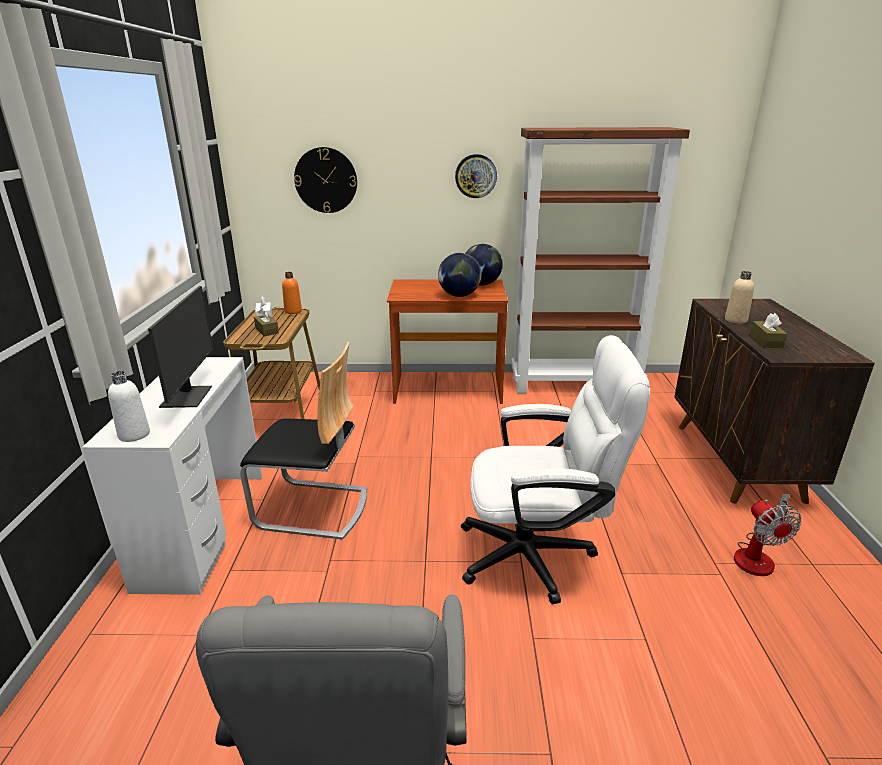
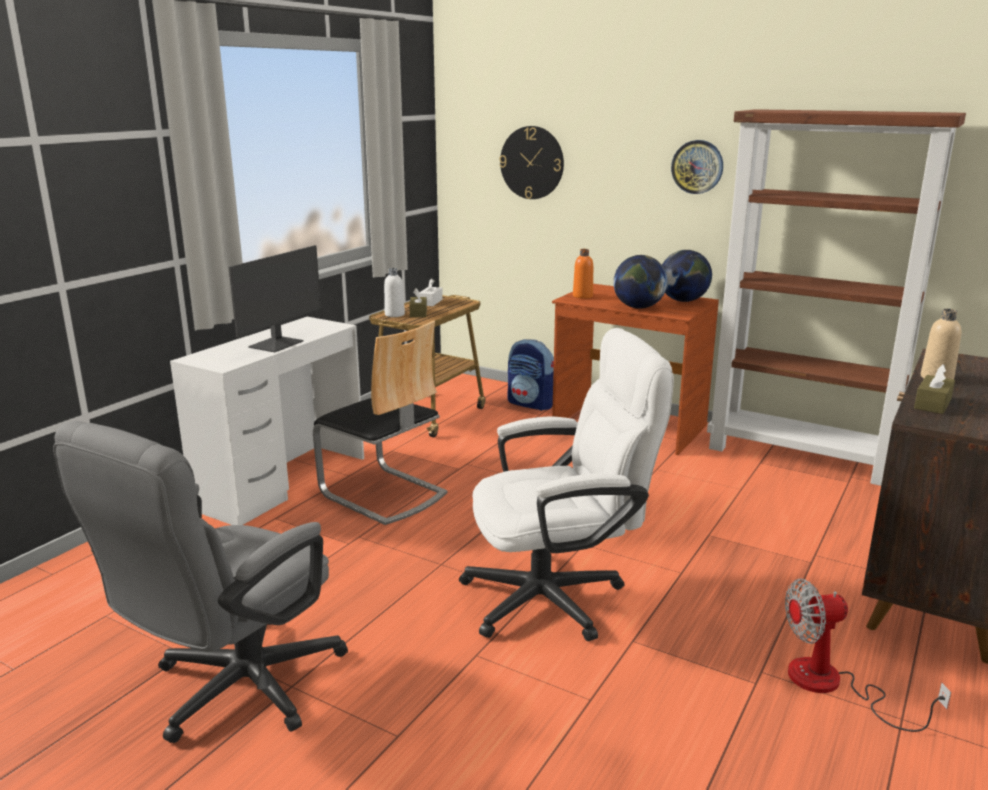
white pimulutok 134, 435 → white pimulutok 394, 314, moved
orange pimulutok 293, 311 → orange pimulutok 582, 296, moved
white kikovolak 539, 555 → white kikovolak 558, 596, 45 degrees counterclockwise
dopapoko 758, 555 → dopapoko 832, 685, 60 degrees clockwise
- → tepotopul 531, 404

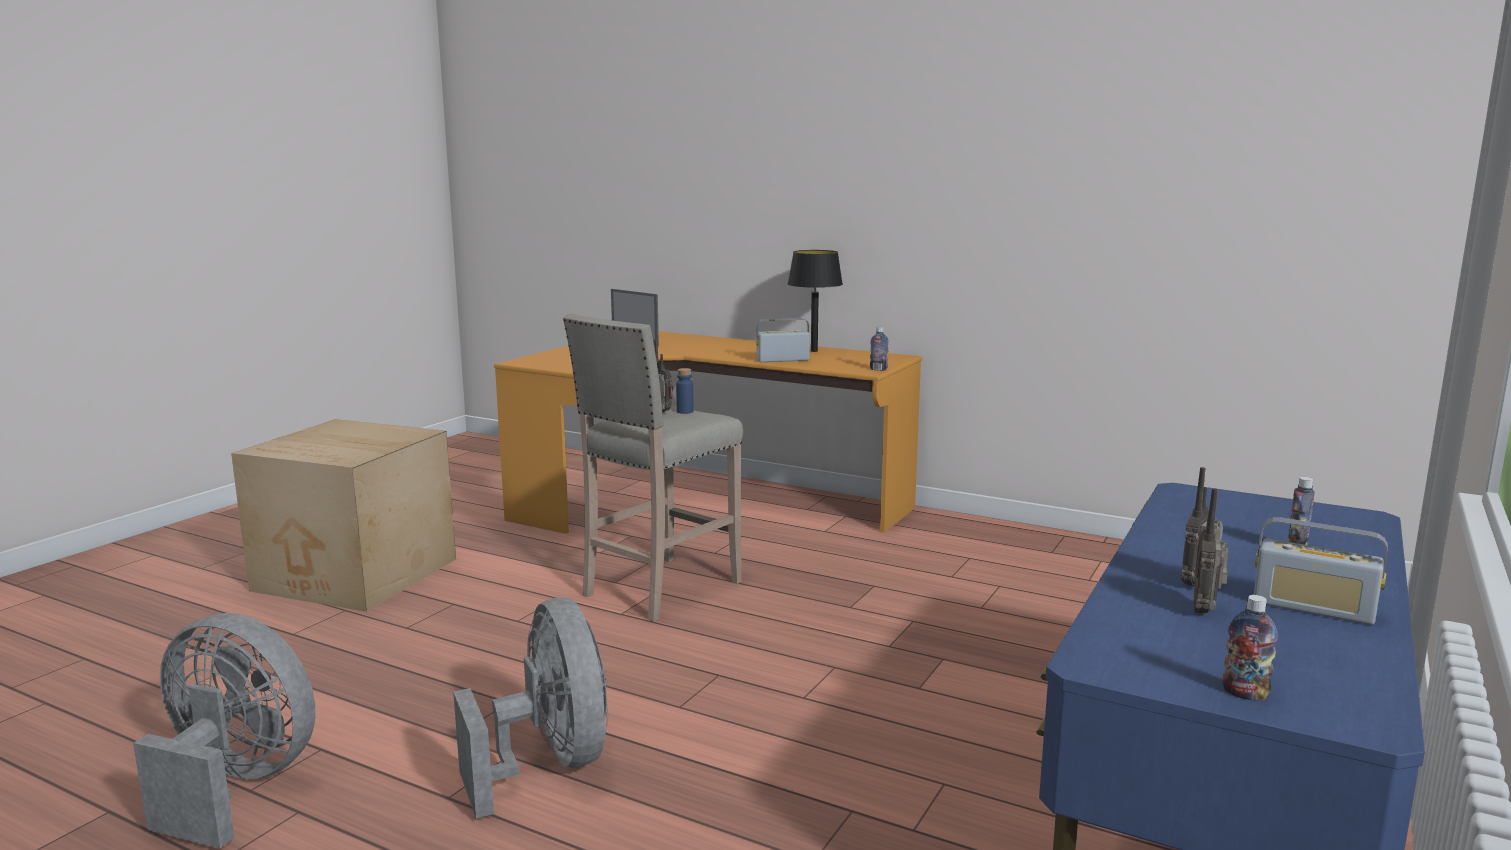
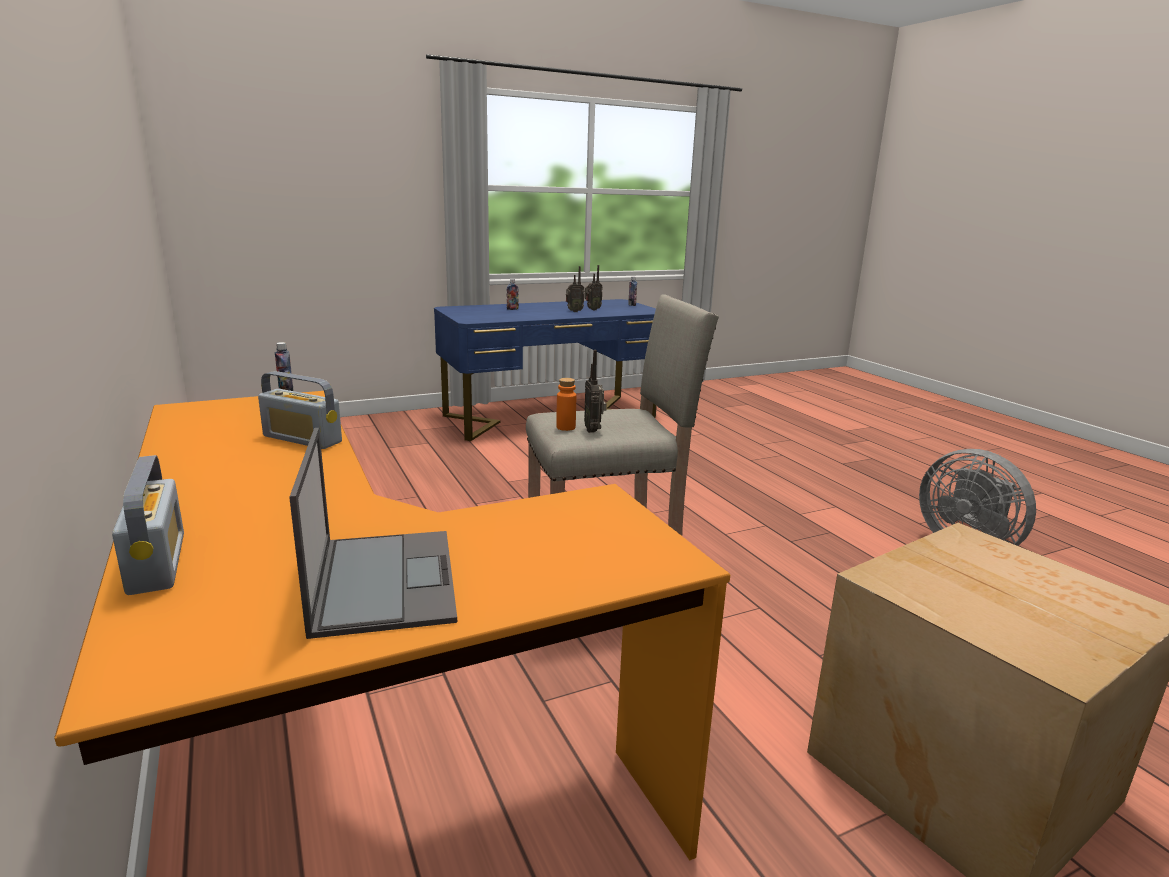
grey dopapoko 550, 764 → -
blue pimulutok 685, 411 → orange pimulutok 565, 427
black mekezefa 814, 351 → -
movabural 1313, 608 → movabural 157, 563, moved

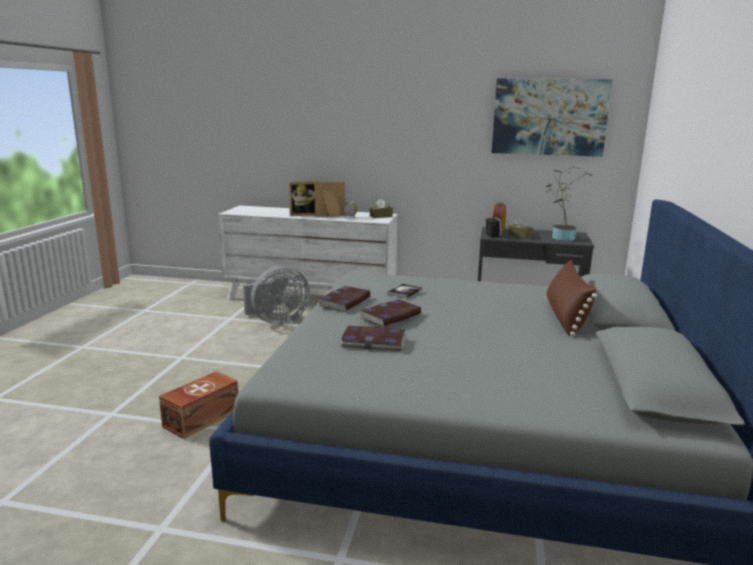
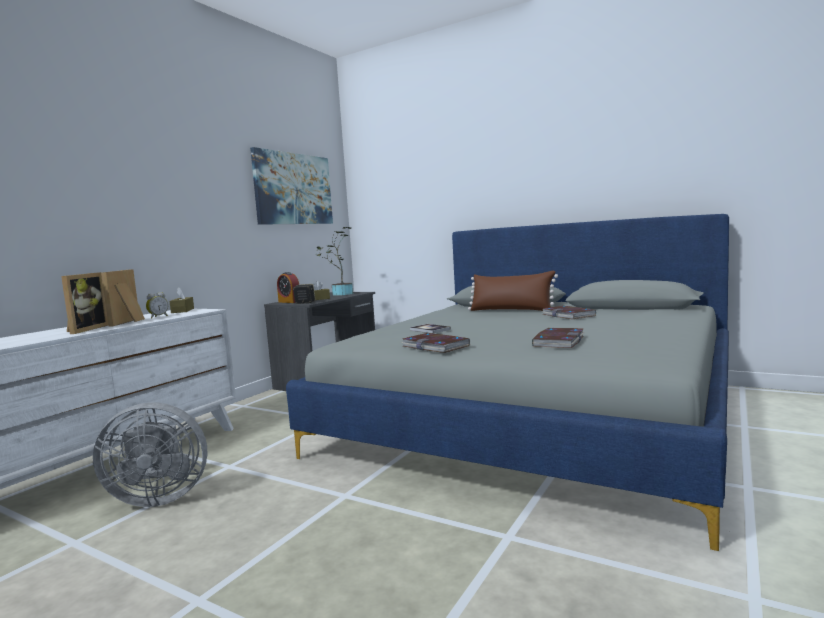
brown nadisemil 200, 418 → -
grey dopapoko 277, 321 → grey dopapoko 158, 497, 90 degrees clockwise
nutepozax 390, 316 → nutepozax 568, 315, moved

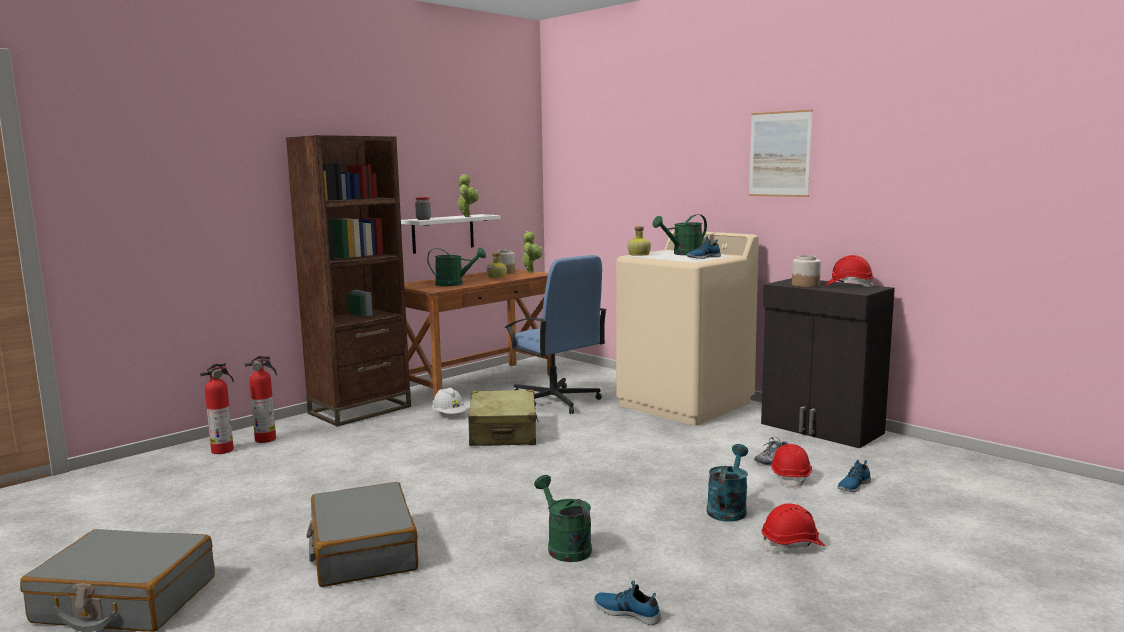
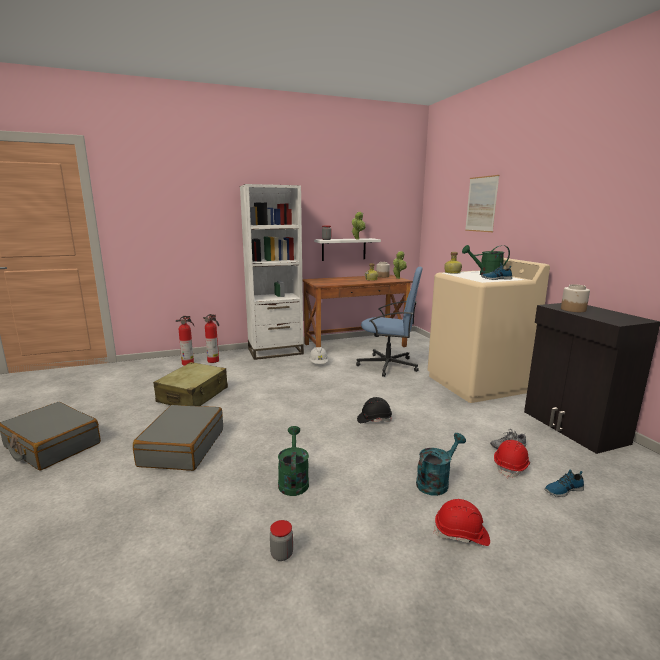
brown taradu 360, 410 → white taradu 275, 351
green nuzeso 454, 284 → -
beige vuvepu 503, 432 → beige vuvepu 193, 395, moved
blue kikovolak 554, 401 → blue kikovolak 389, 365, 60 degrees counterclockwise
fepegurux 627, 612 → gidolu 282, 554
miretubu 779, 154 → miretubu 481, 204, moved
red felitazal 848, 286 → -
- → black felitazal 374, 419

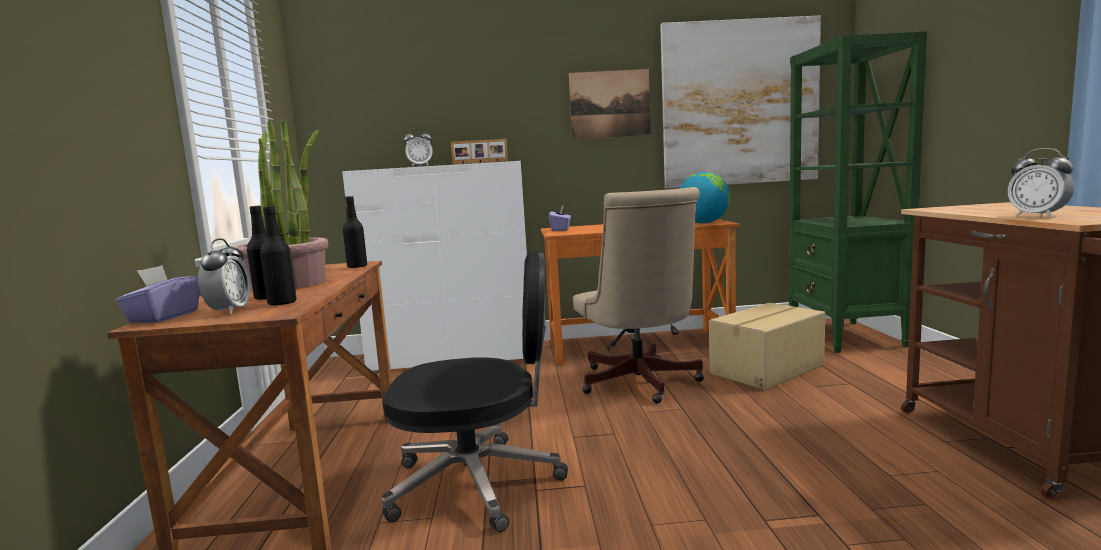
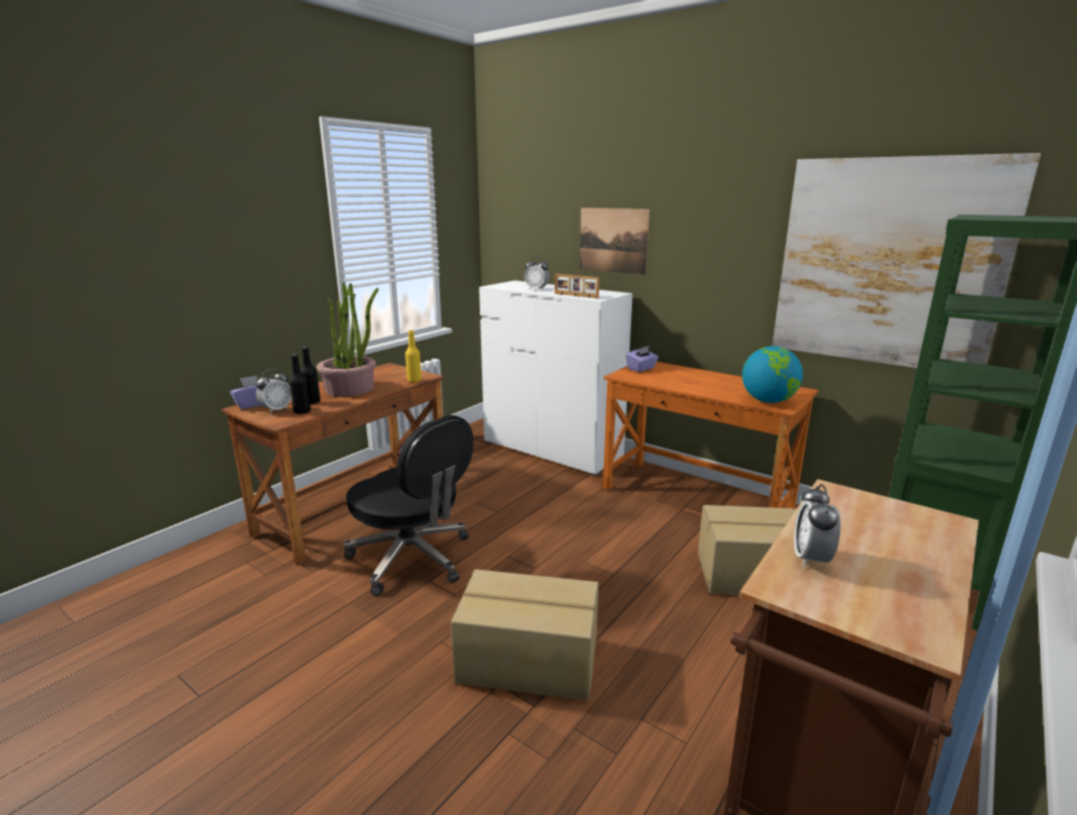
black pimulutok 357, 267 → yellow pimulutok 414, 380
miretubu 610, 104 → miretubu 613, 240, moved
beige kikovolak 640, 384 → -
- → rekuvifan 528, 662

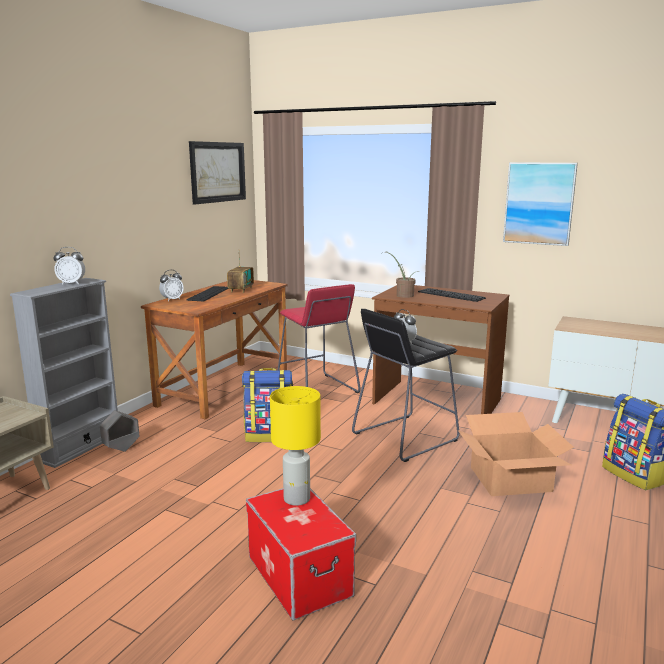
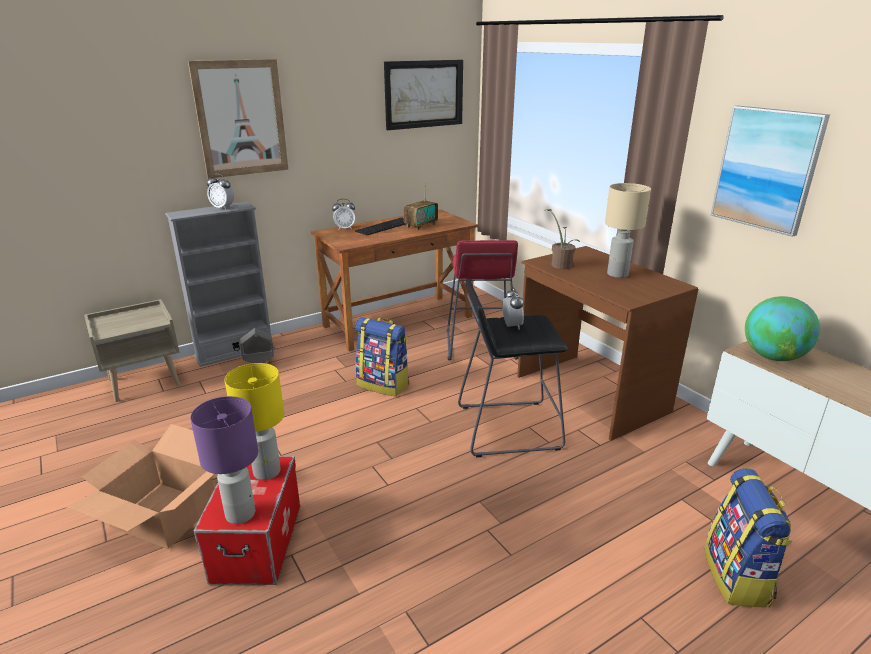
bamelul 451, 295 → beige mekezefa 618, 274
rekuvifan 511, 479 → rekuvifan 163, 515, moved
- → miretubu 241, 119
- → purple mekezefa 239, 514
- → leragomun 773, 357

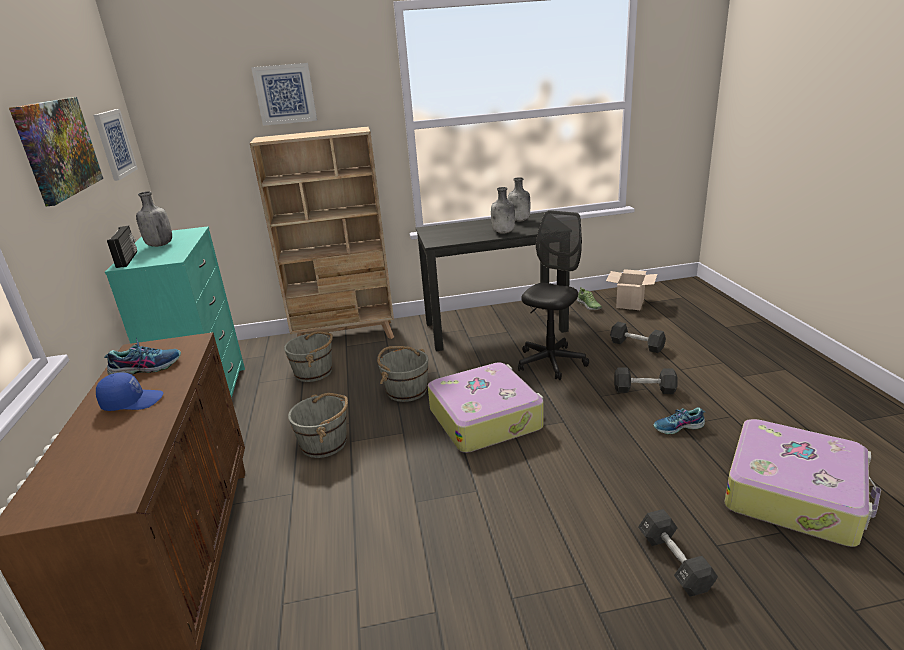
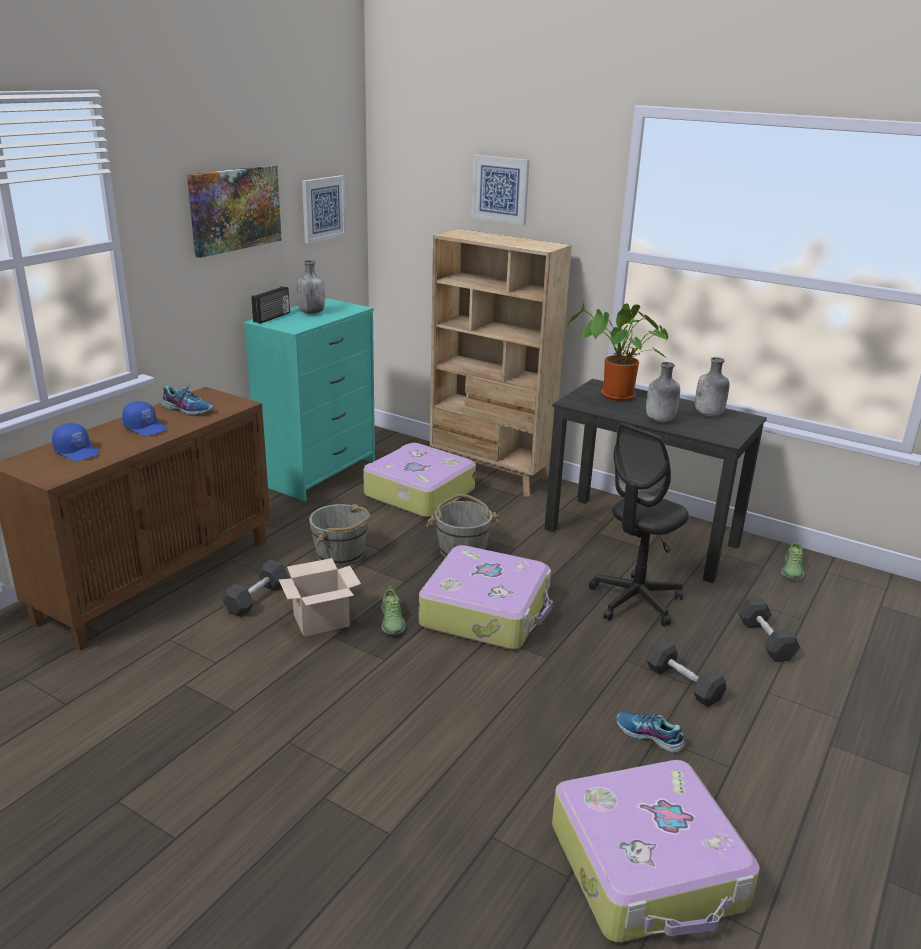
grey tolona 314, 372 → vuvepu 418, 493
black kikovolak 551, 362 → black kikovolak 635, 601, 150 degrees clockwise
rekuvifan 629, 303 → rekuvifan 322, 619, moved
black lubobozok 674, 562 → black lubobozok 257, 598, moved
- → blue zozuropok 78, 452
- → fepegurux 391, 622
- → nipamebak 615, 397

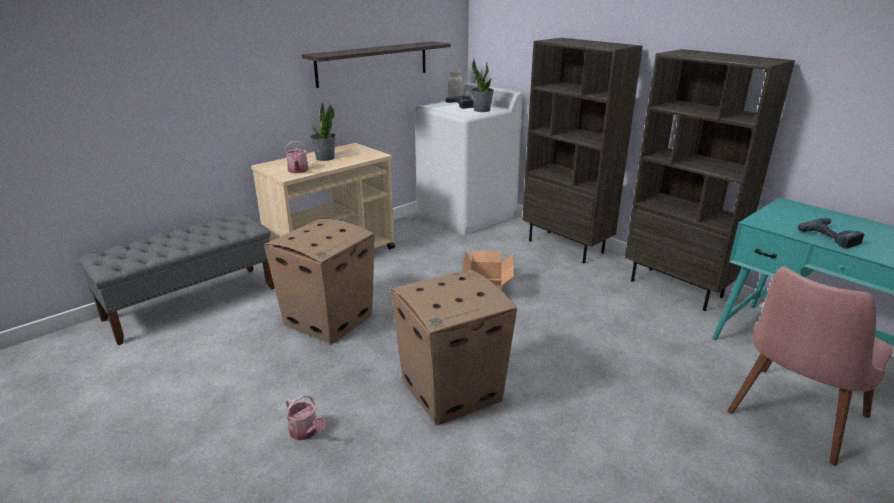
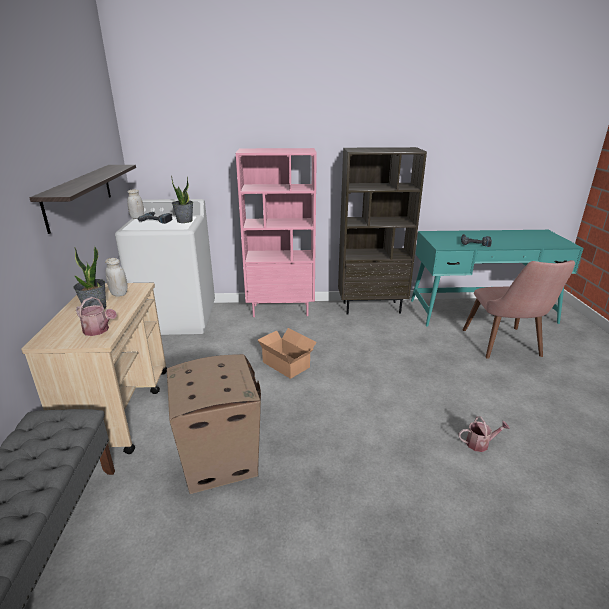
nuzeso 306, 432 → nuzeso 480, 443, moved
rekuvifan 453, 390 → -
brown taradu 566, 246 → pink taradu 281, 310
- → white gidolu 119, 294

